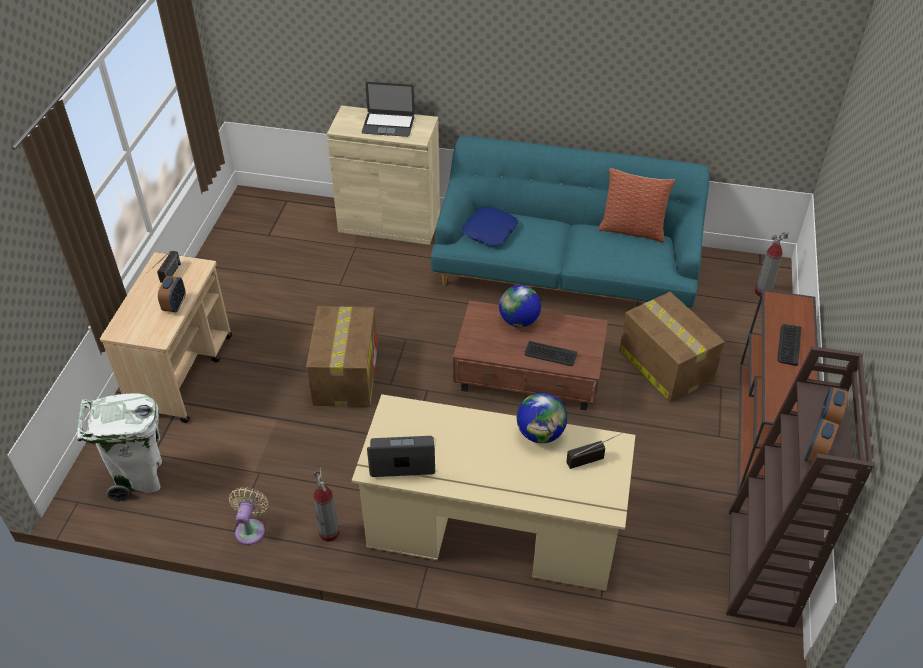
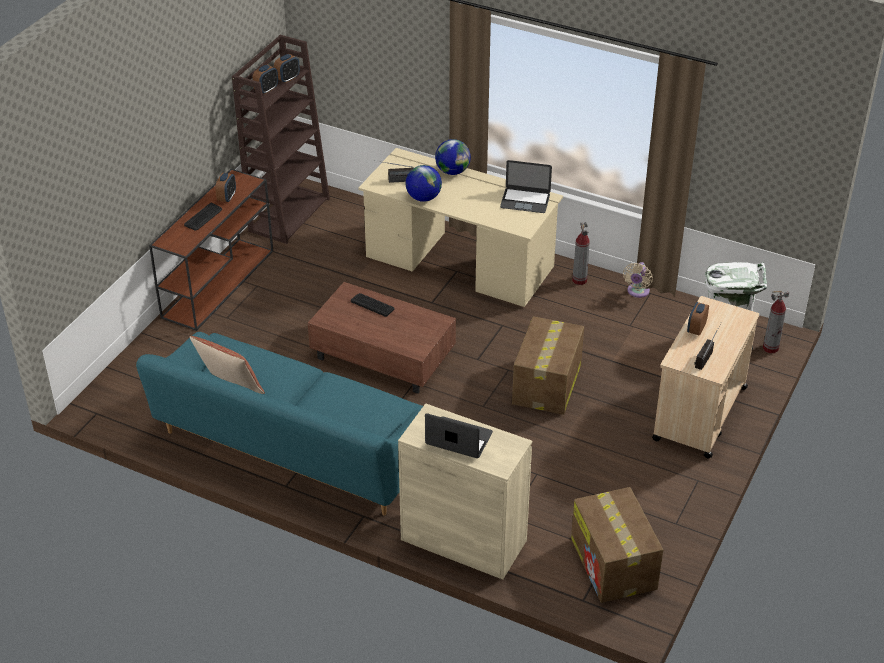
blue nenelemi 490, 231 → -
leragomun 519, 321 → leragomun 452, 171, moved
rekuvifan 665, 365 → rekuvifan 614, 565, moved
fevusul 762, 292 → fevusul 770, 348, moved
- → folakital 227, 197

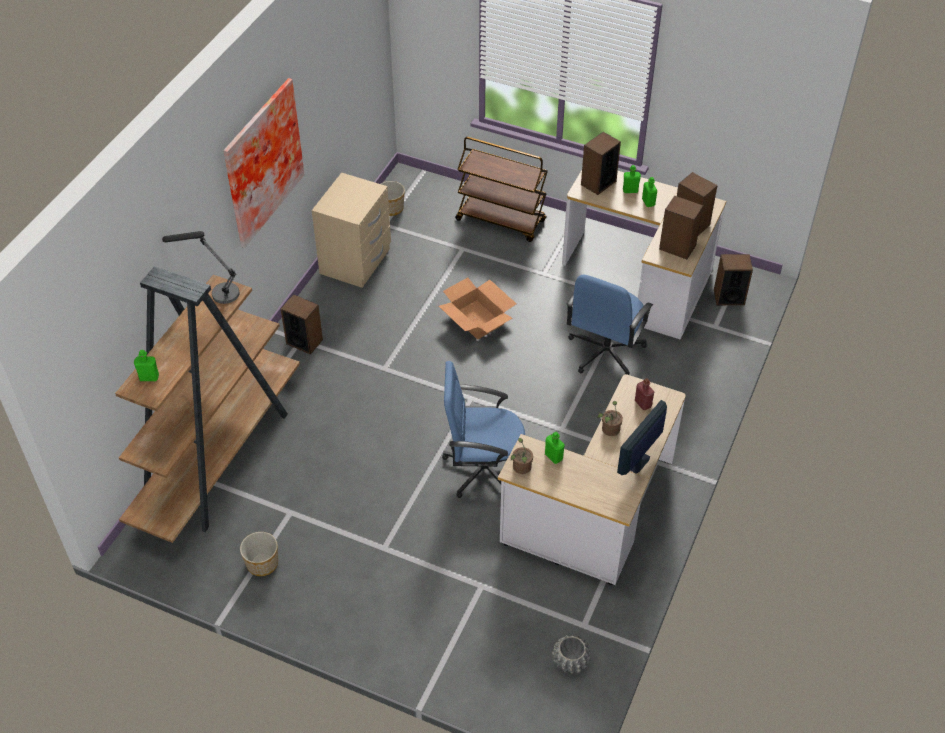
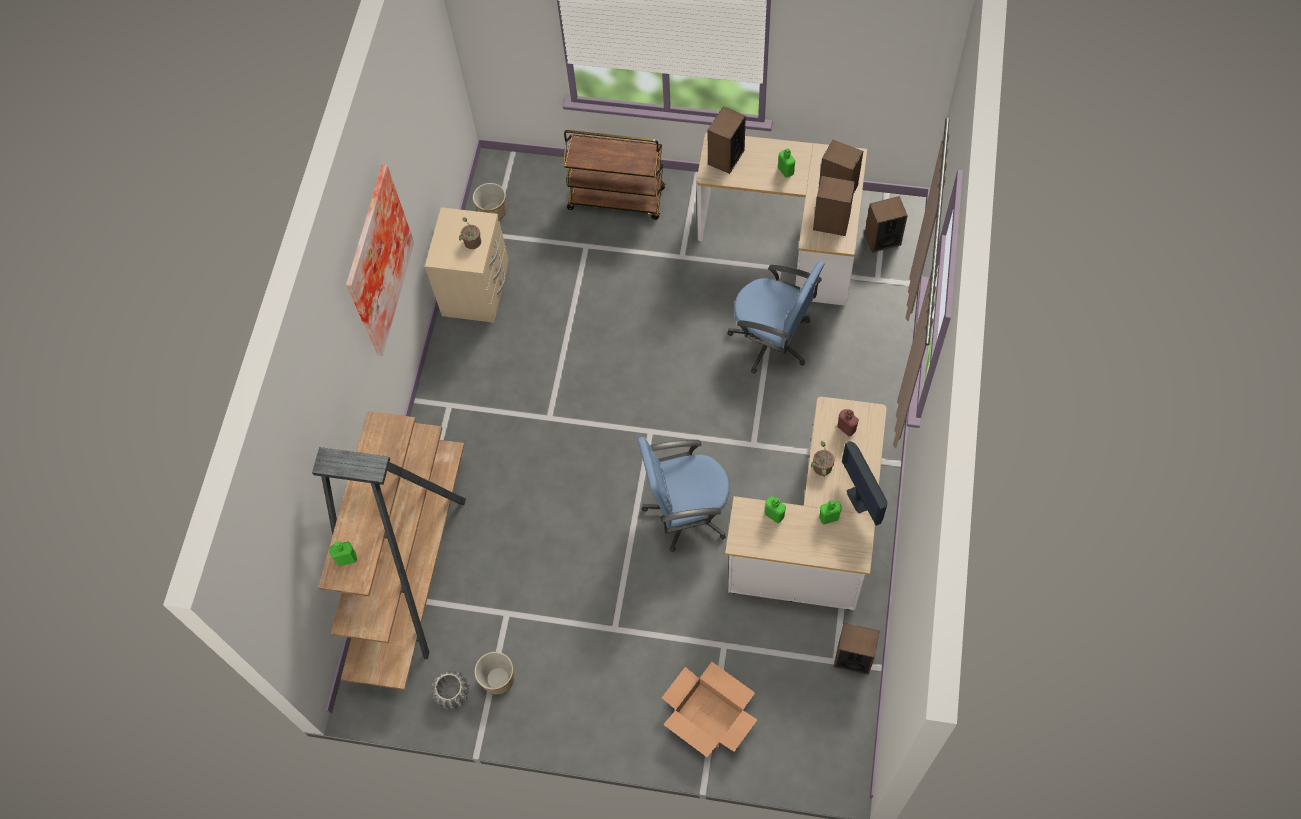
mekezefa 217, 294 → -
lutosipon 304, 341 → lutosipon 853, 657, moved
rekuvifan 477, 319 → rekuvifan 709, 715, moved
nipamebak 521, 469 → nipamebak 472, 244, moved
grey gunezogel 571, 660 → grey gunezogel 452, 693, moved
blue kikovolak 605, 352 → blue kikovolak 772, 340, 75 degrees counterclockwise
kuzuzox 637, 462 → kuzuzox 859, 500, 45 degrees counterclockwise
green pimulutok 630, 190 → green pimulutok 829, 517, moved

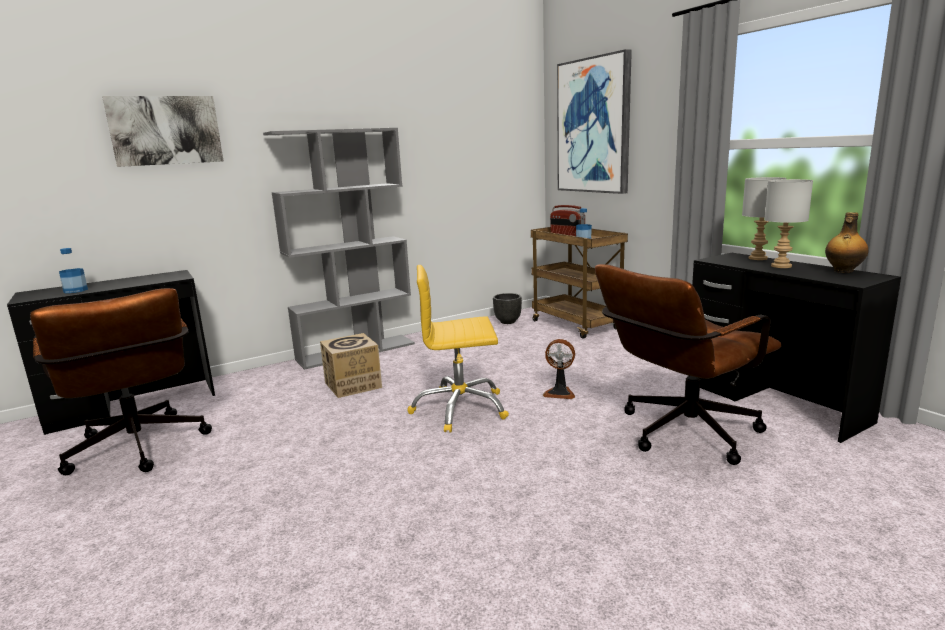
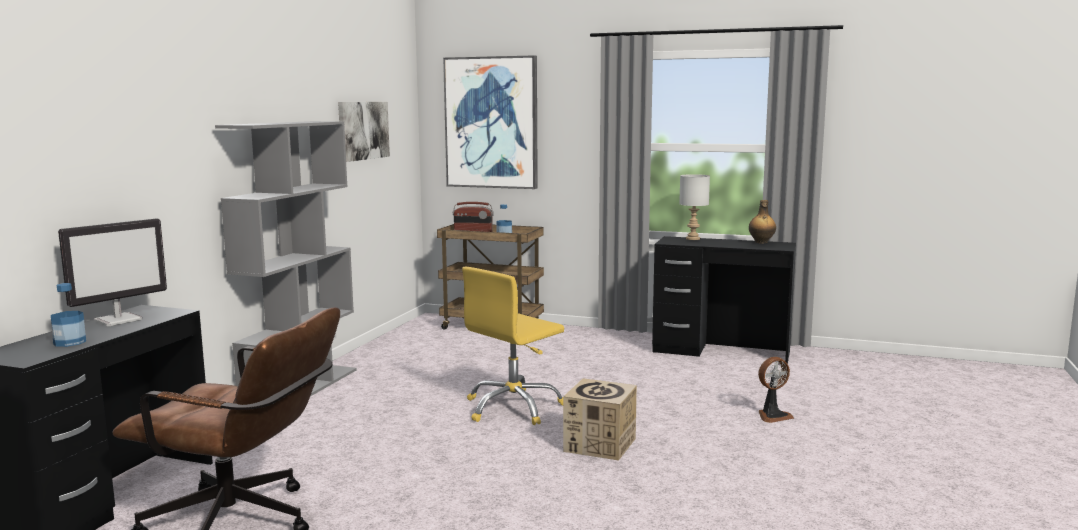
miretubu 165, 130 → miretubu 363, 130, moved
rekuvifan 353, 385 → rekuvifan 600, 445, moved
black gunezogel 508, 322 → -
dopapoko 560, 393 → dopapoko 772, 416, moved
brown kikovolak 680, 434 → -
grey mekezefa 780, 266 → -
- → kuzuzox 119, 320

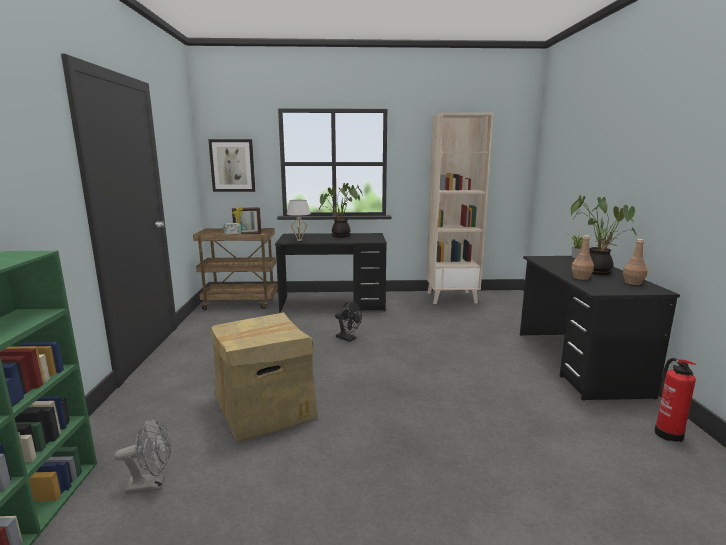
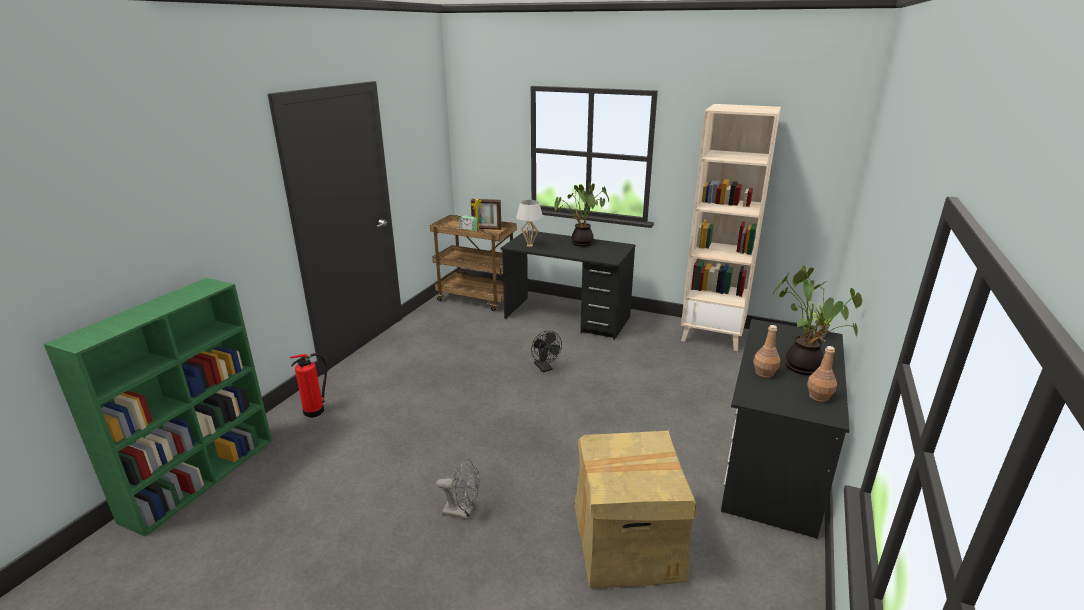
grey dopapoko 152, 484 → grey dopapoko 462, 512, moved
miretubu 232, 165 → -
rekuvifan 264, 408 → rekuvifan 627, 543, moved
fevusul 667, 433 → fevusul 316, 410, moved

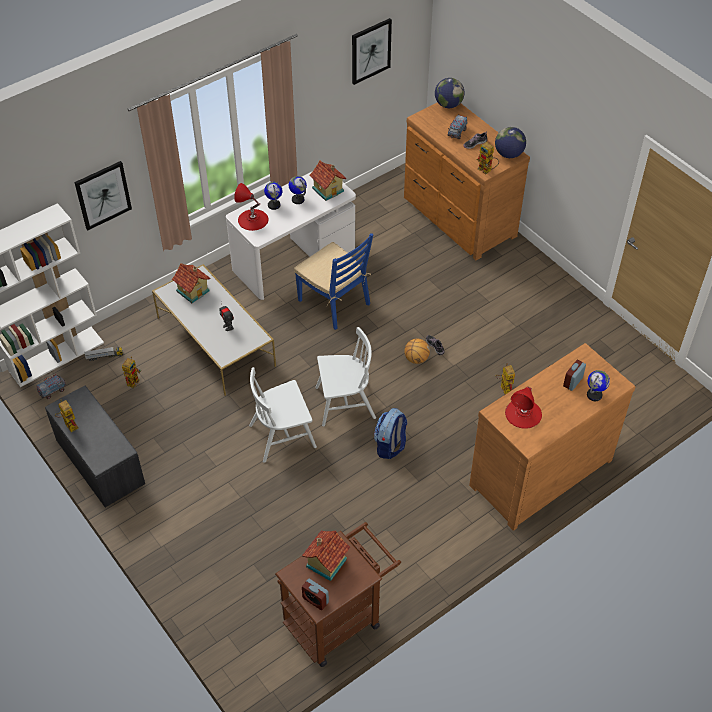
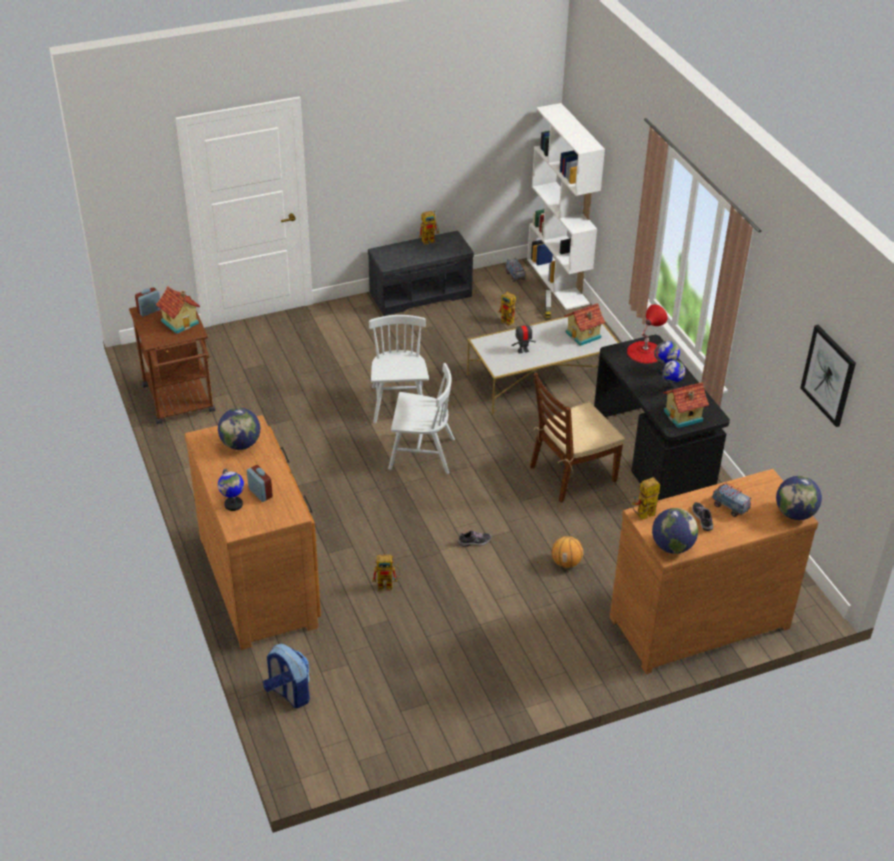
miretubu 103, 195 → -
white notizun 294, 259 → black notizun 653, 455
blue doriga 334, 302 → brown doriga 572, 474
white doriga 344, 403 → white doriga 421, 453, 90 degrees counterclockwise
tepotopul 390, 446 → tepotopul 288, 693, moved
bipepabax 416, 359 → bipepabax 566, 562, moved
red mekezefa 523, 413 → leragomun 240, 444

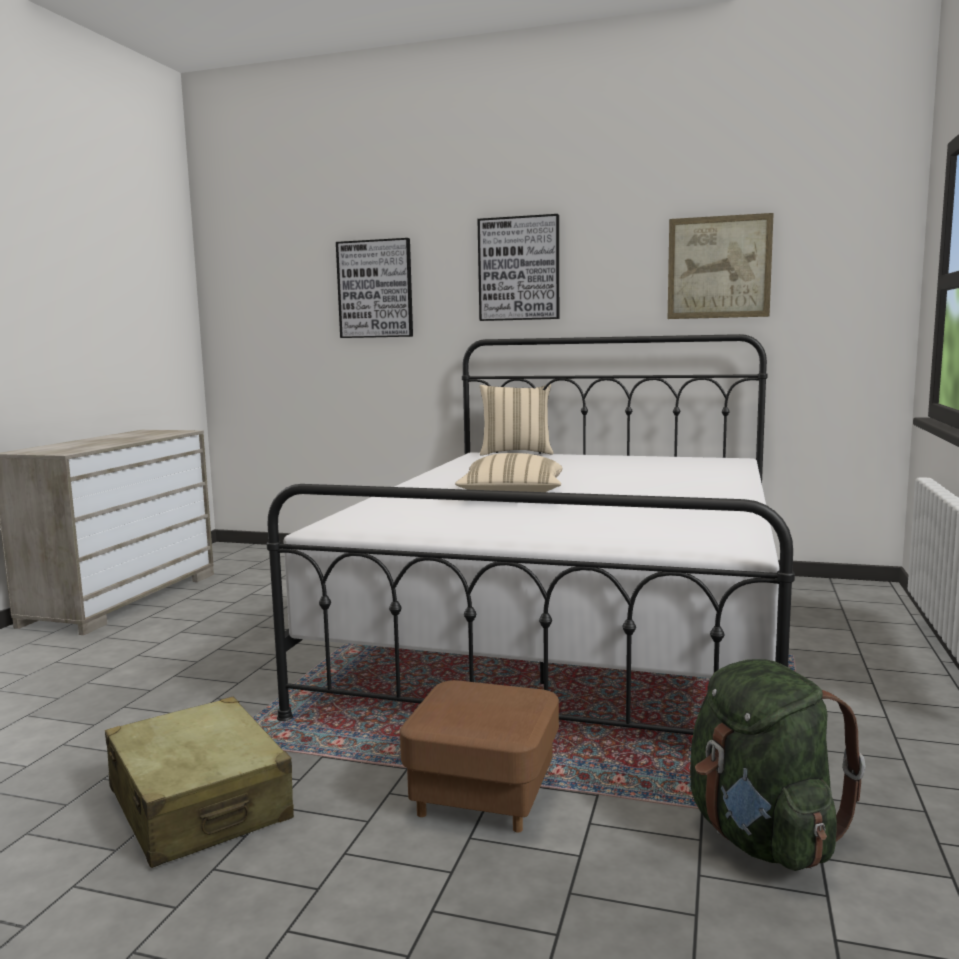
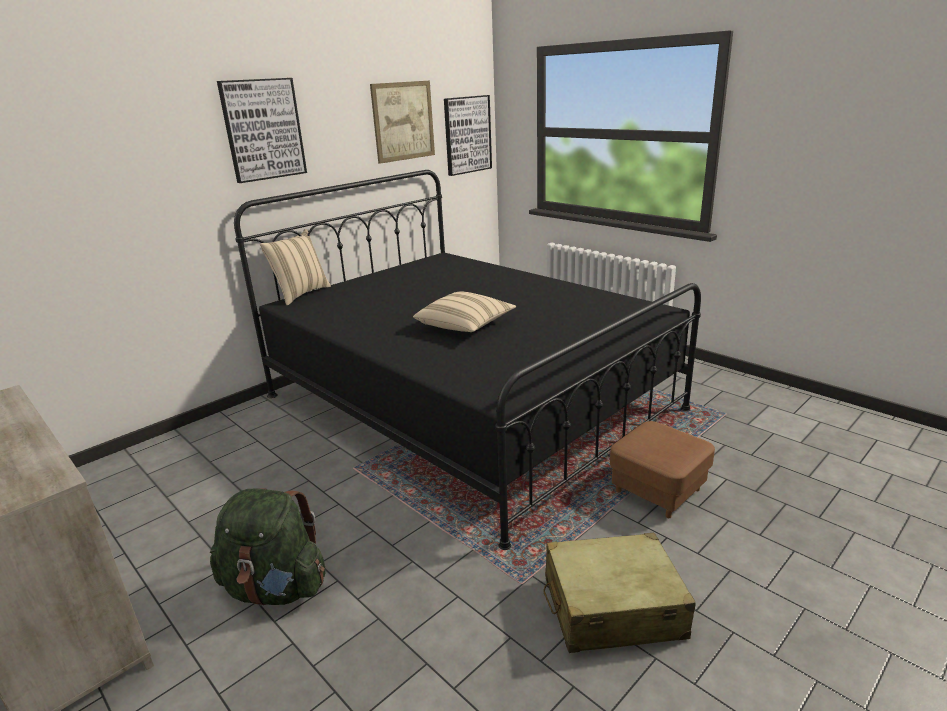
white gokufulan 570, 632 → black gokufulan 467, 402
miretubu 375, 289 → miretubu 467, 135, moved
green tepotopul 761, 837 → green tepotopul 276, 588, moved

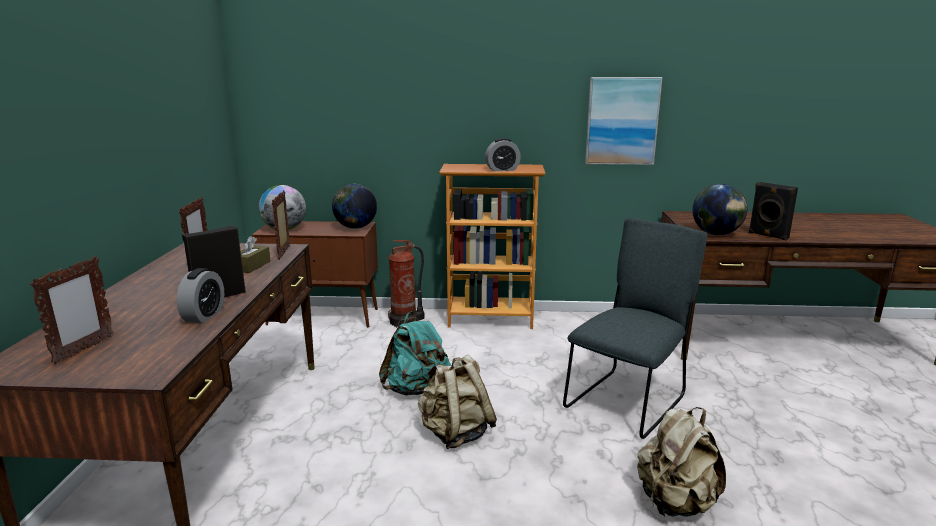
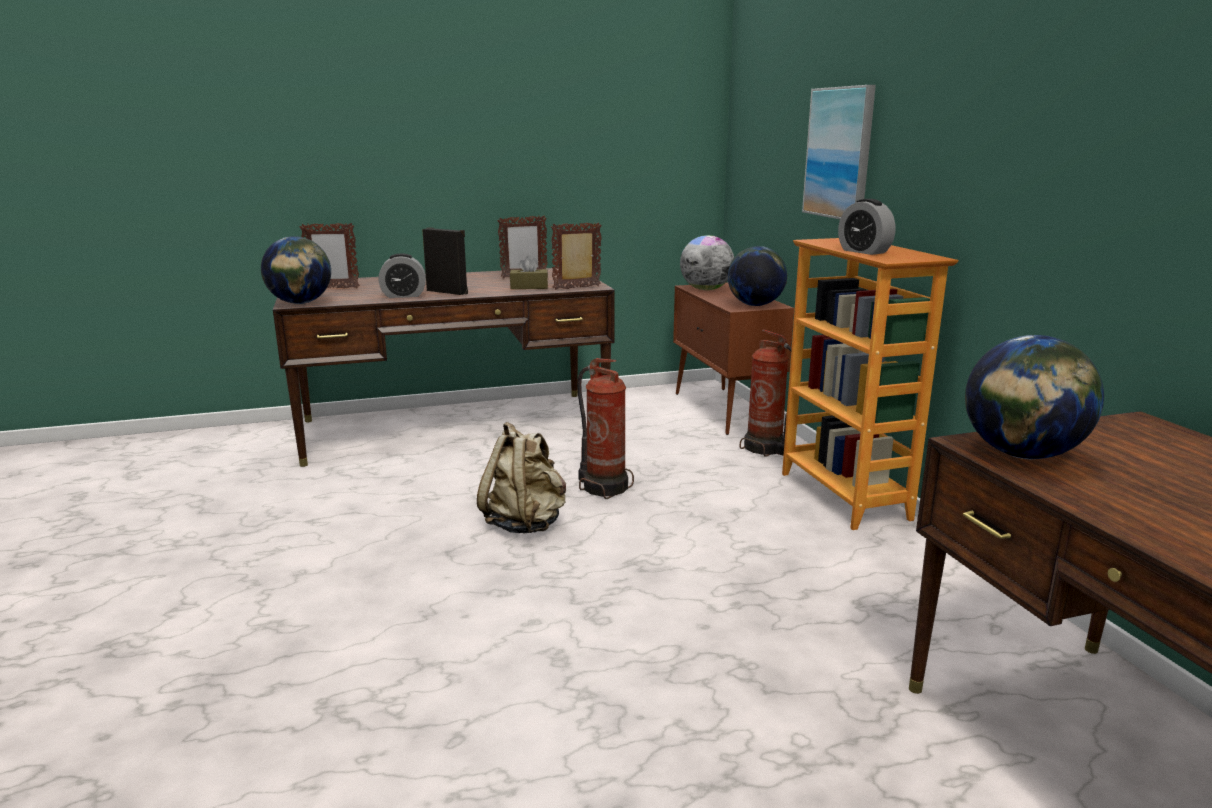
turquoise tepotopul 416, 389 → fevusul 604, 487
grey doriga 628, 400 → -
miretubu 622, 121 → miretubu 839, 153, moved
beige tepotopul 675, 503 → -
black lutosipon 768, 235 → -
- → leragomun 300, 303

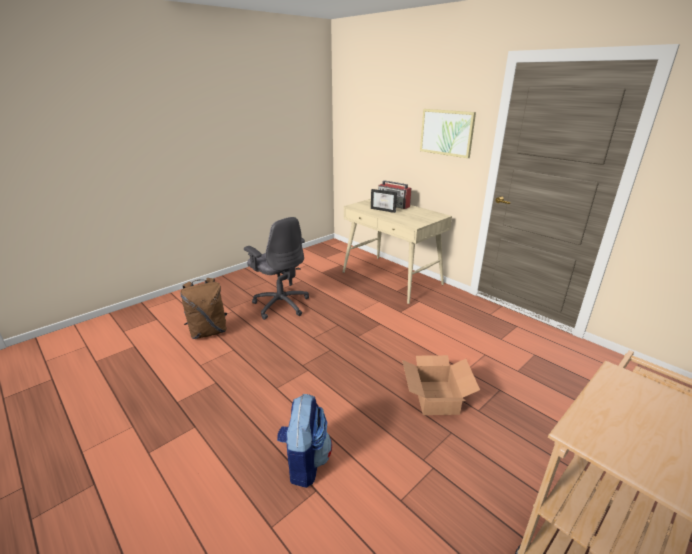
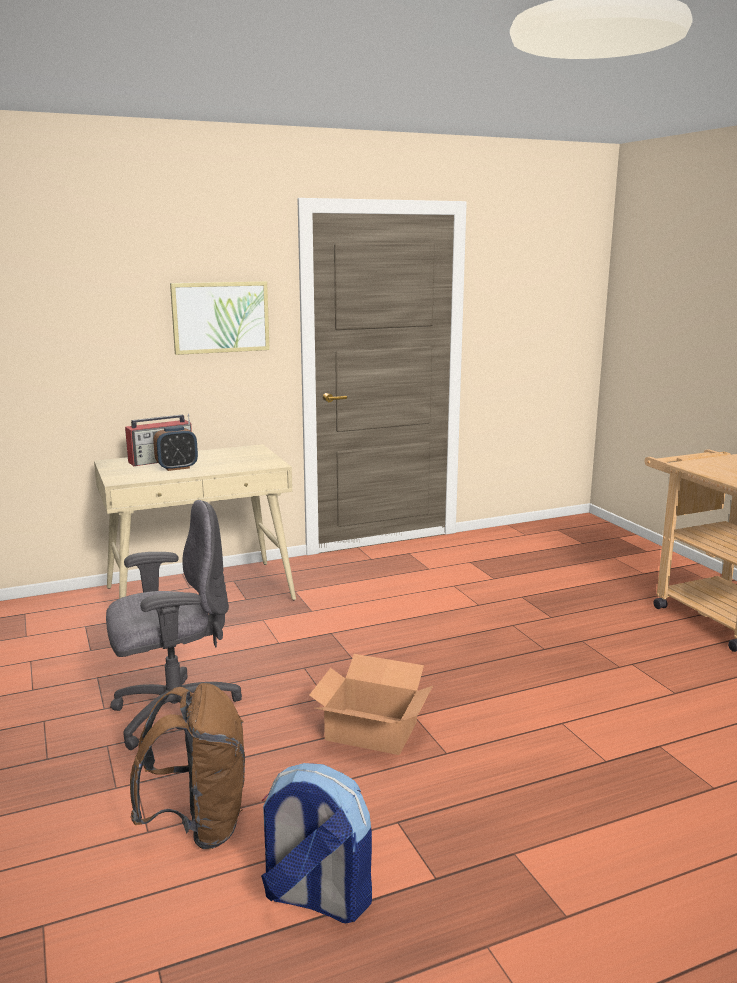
tepotopul 304, 462 → tepotopul 316, 898, moved
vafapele 384, 210 → folakital 177, 467
rekuvifan 436, 397 → rekuvifan 371, 730, moved

